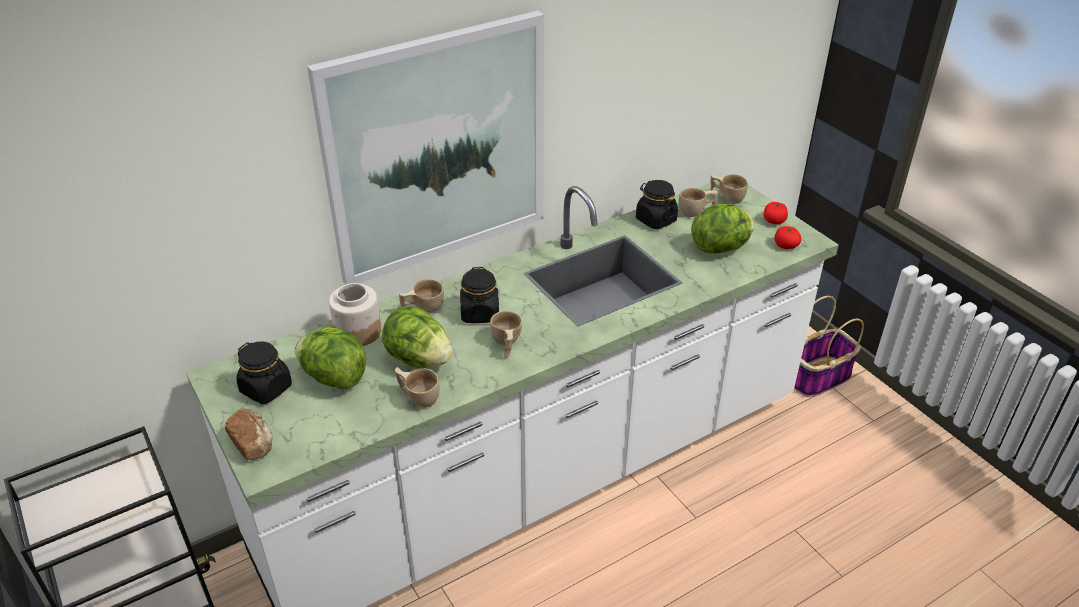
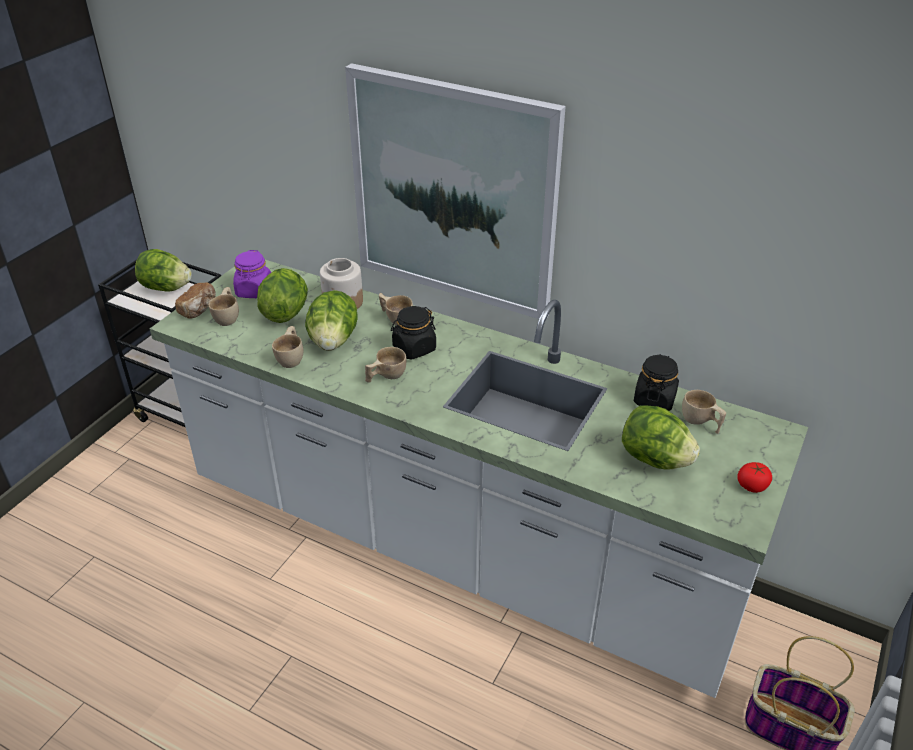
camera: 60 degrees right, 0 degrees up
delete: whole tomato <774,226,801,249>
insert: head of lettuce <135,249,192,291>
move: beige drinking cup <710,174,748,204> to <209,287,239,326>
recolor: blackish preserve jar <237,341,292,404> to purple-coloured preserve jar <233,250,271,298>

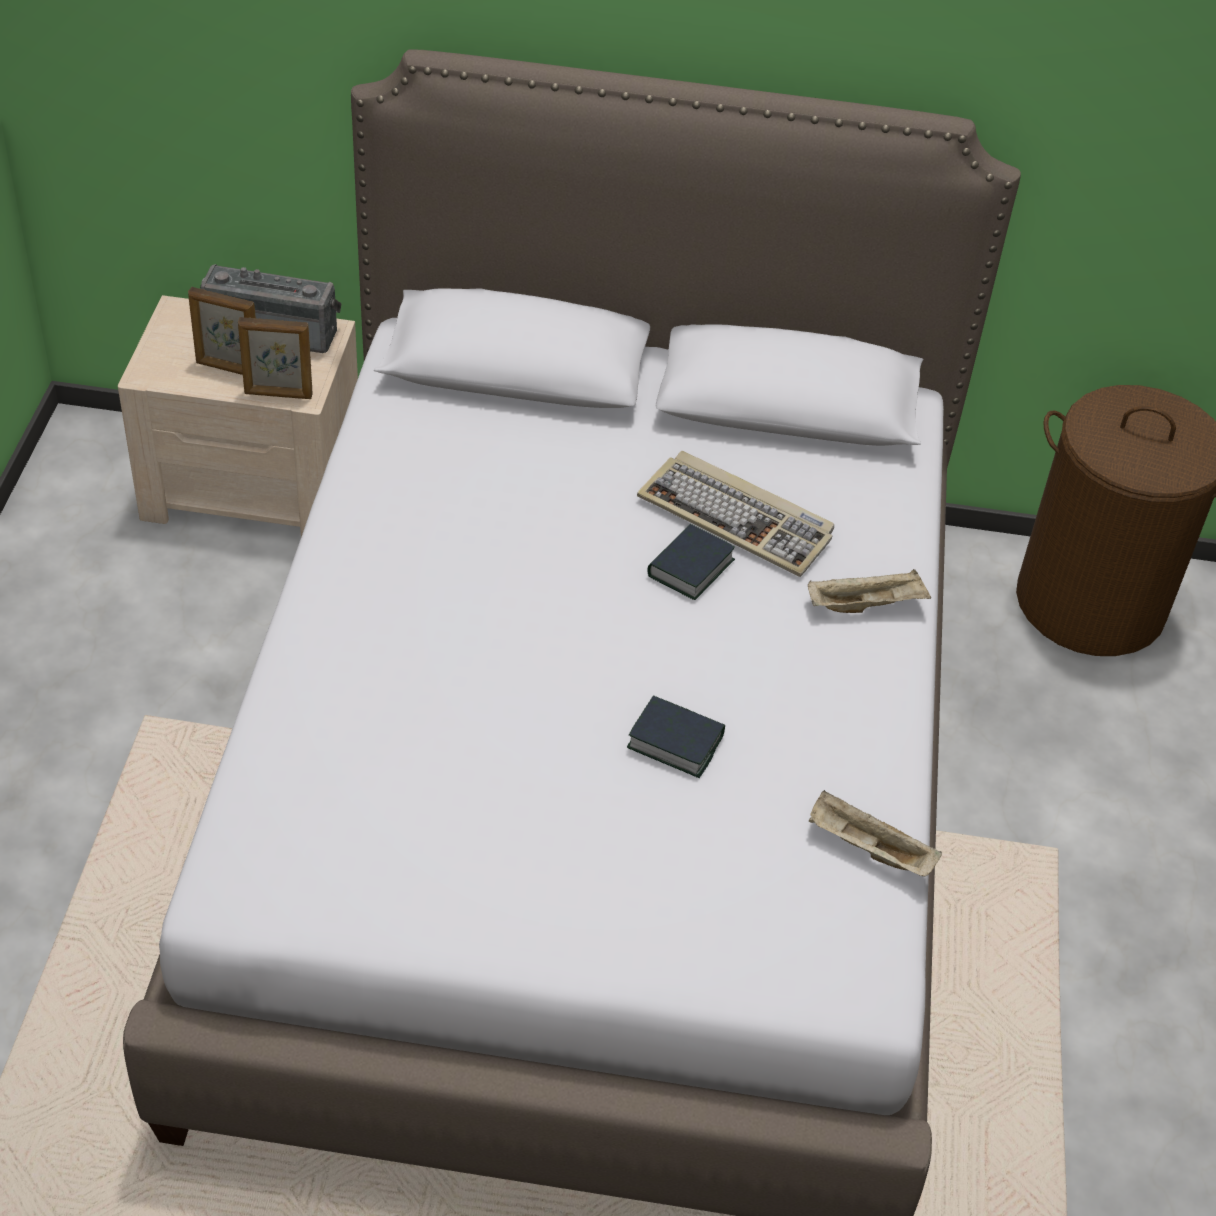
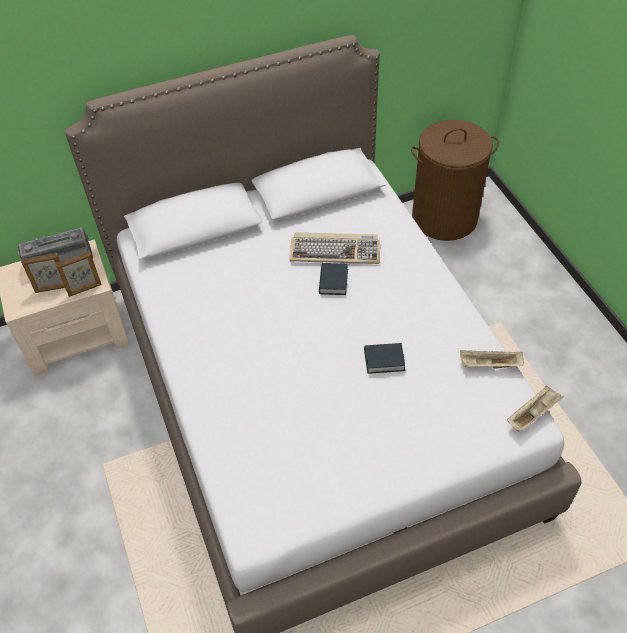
camera: 25 degrees left, 5 degrees up
move: beige carrying tray <808,569,931,613> to <507,386,564,432>

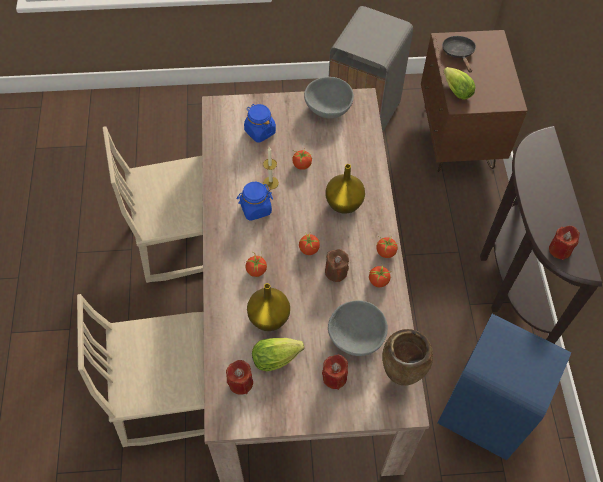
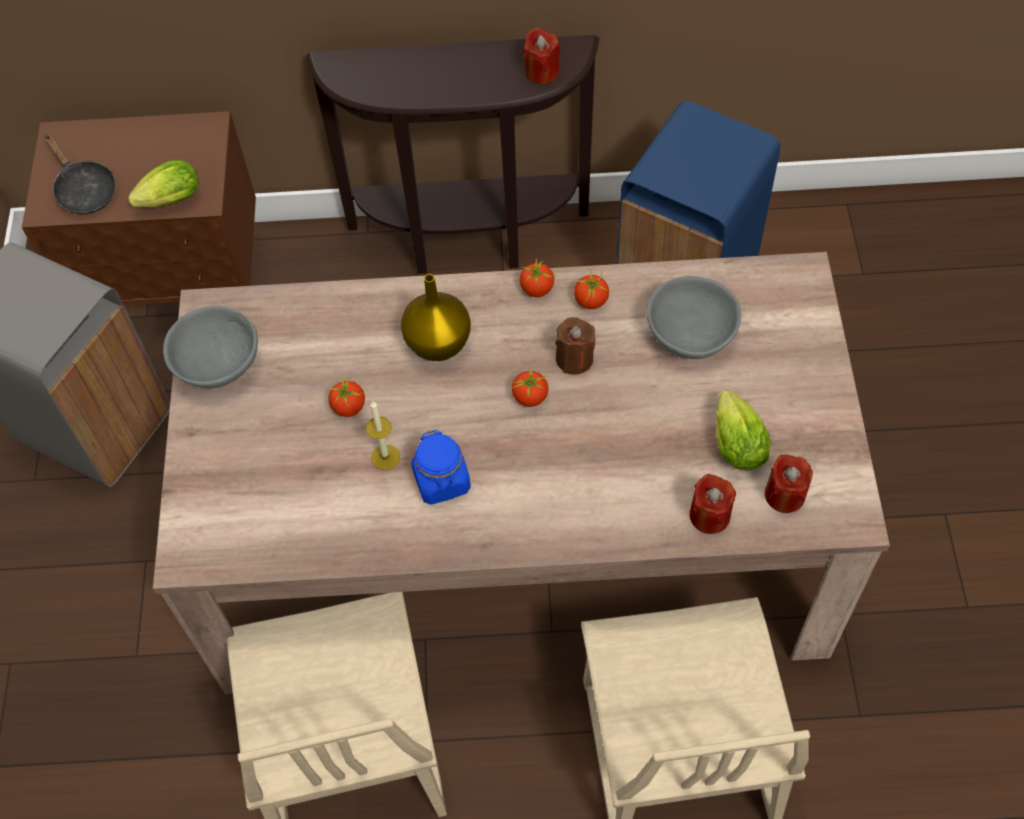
camera: 85 degrees left, 0 degrees up
delete: blue-coloured preserve jar <244,104,276,142>; whole tomato <245,252,267,277>; yellowish flower vase <247,283,290,331>; brownish flower vase <382,329,433,386>
move: reddish wax light <322,355,348,390> to <690,474,736,534>
rotate: blackish frying pan <442,36,476,73> = <44,134,116,214> 120 degrees counterclockwise

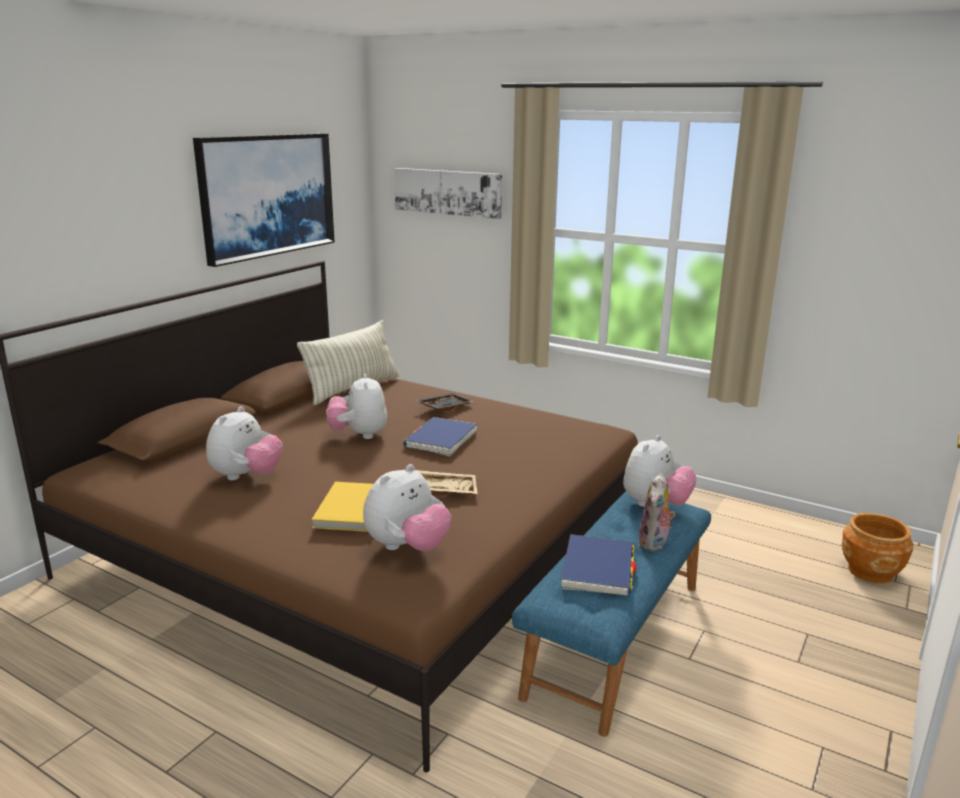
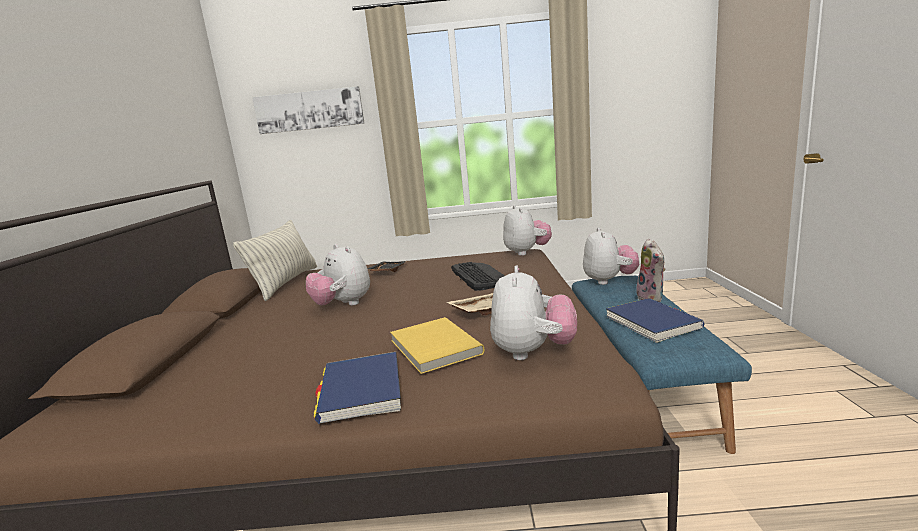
camera: 30 degrees left, 5 degrees down
delete: wall picture <193,133,334,267>; brownish plant pot <841,513,913,584>
insert: keyboard <451,262,505,291>
move: cuddly toy <206,406,283,480> to <503,205,552,256>; blue-coloured volume <403,417,478,456> to <314,352,401,424>

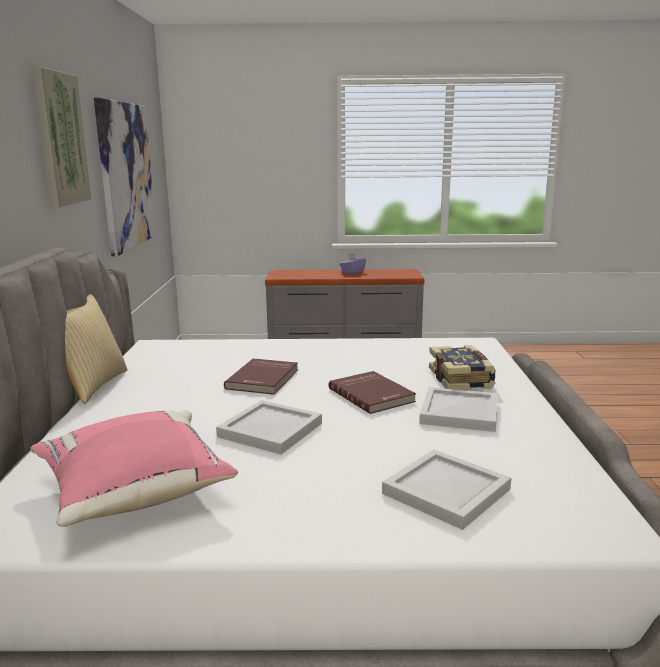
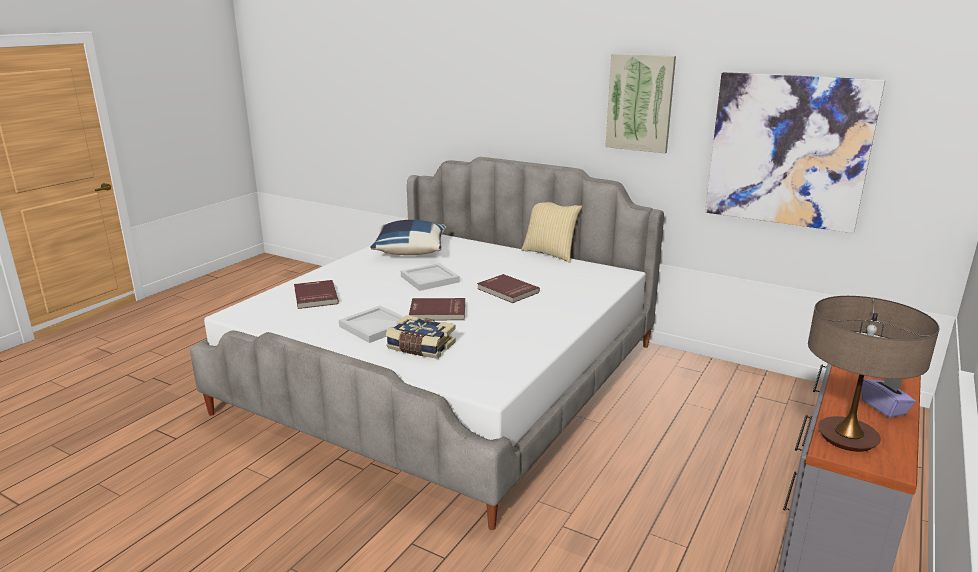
camera: 120 degrees right, 5 degrees up
insert: table lamp <808,296,939,452>
replace: whitish carrying tray <382,449,511,530> to reddish volume <294,280,339,309>
recolor: pinkish throw pillow <30,410,238,527> to blue-coloured throw pillow <370,220,446,255>

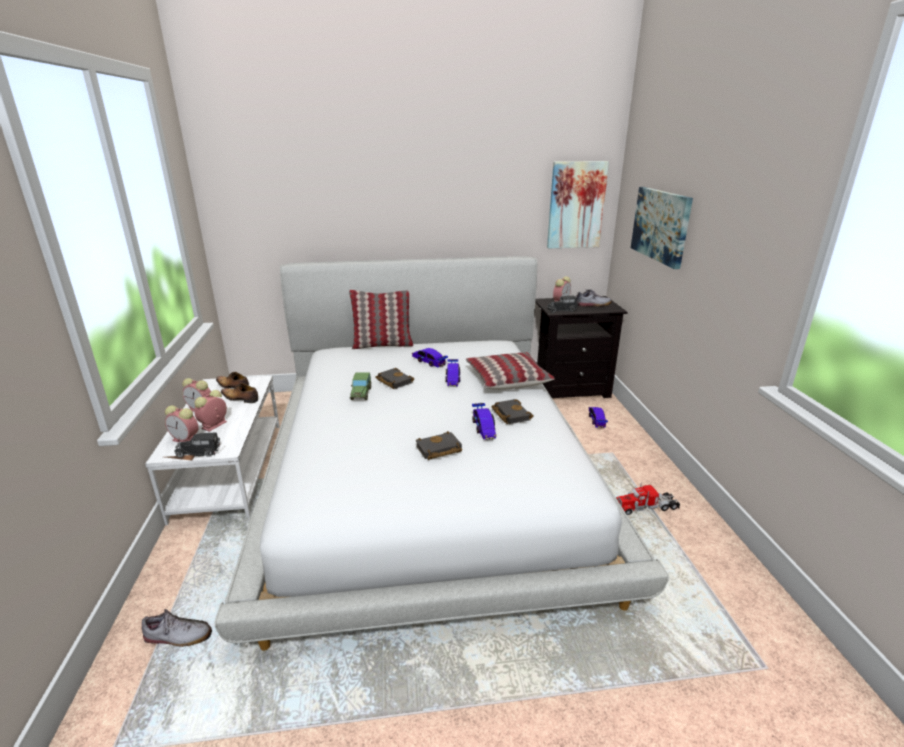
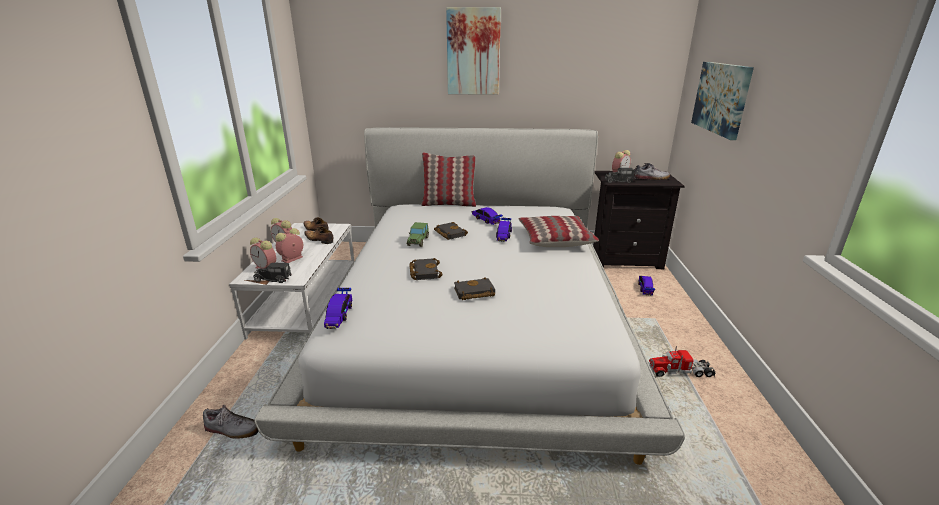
camera: 10 degrees right, 0 degrees up
move: miniature car <472,403,497,440> to <324,287,352,329>; blackish volume <491,399,534,424> to <409,258,443,280>; wall picture <547,161,609,248> to <446,7,501,95>

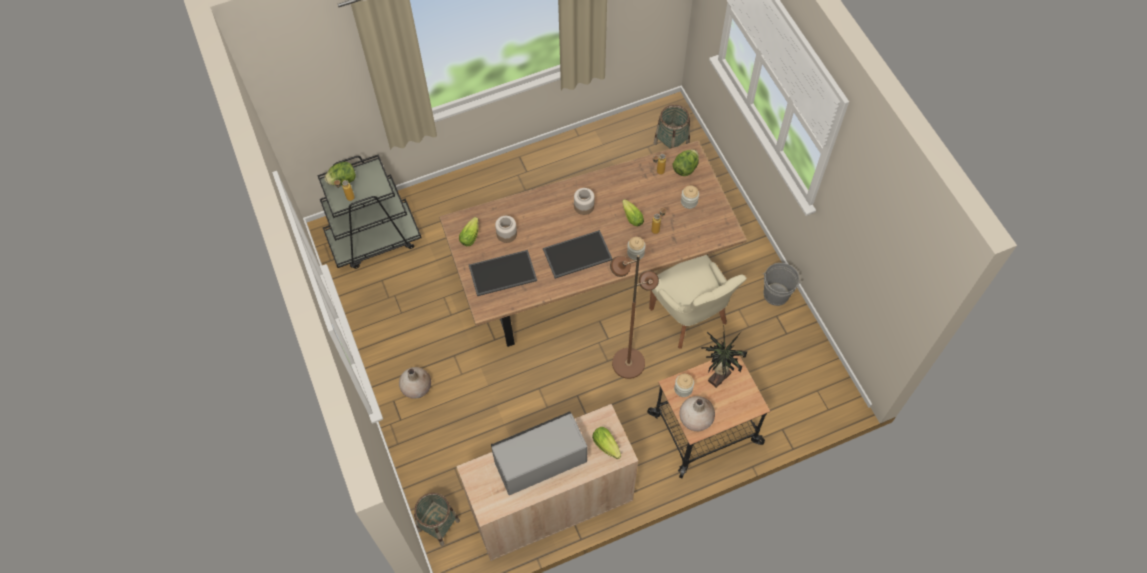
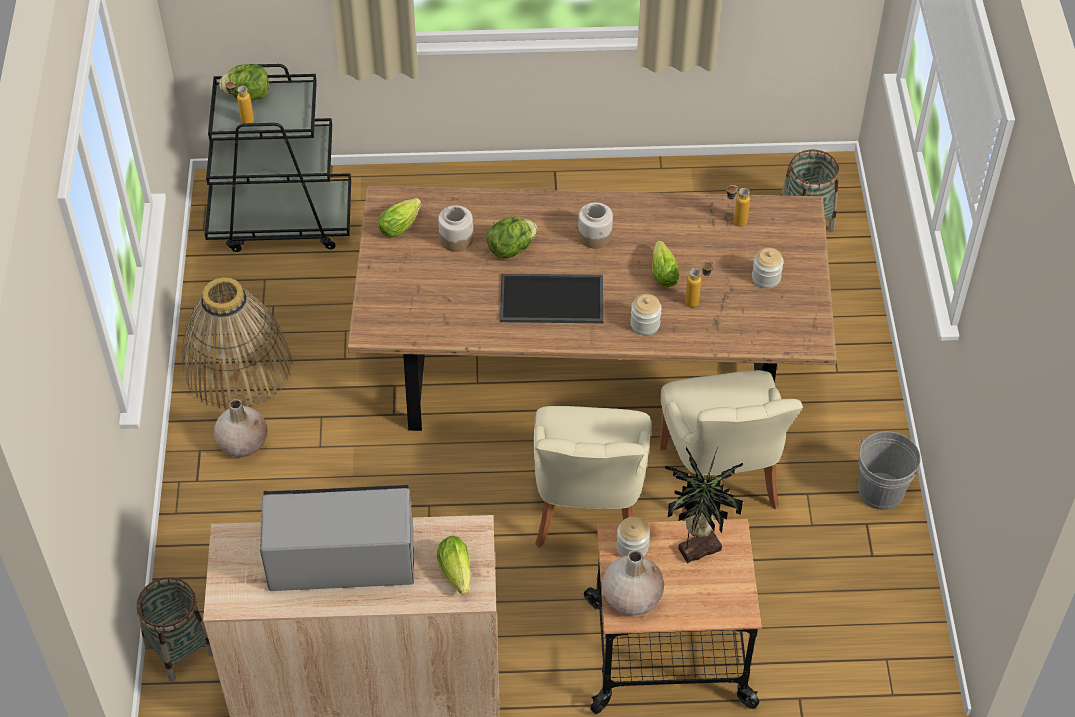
camera: 20 degrees right, 10 degrees down
delete: carrying tray <469,250,537,296>
insert: basket <182,277,292,410>
move: head of lettuce <673,150,699,176> to <486,217,537,259>
replace: brownish standard lamp <610,255,659,379> to beige plain chair <534,406,651,548>

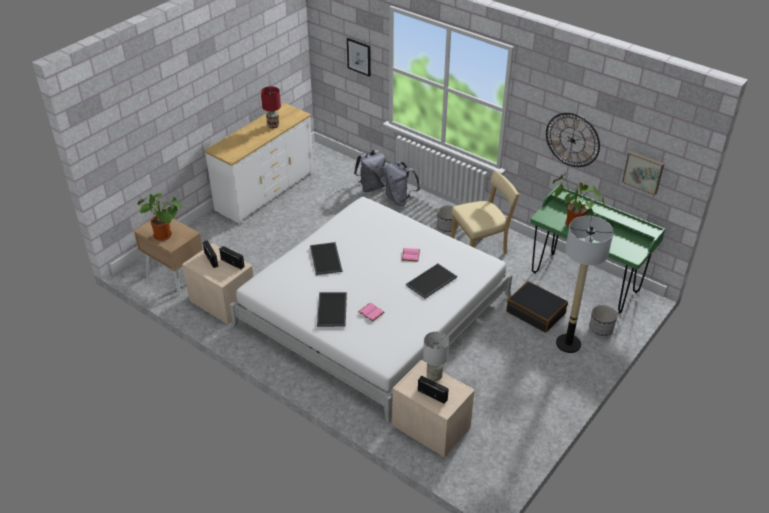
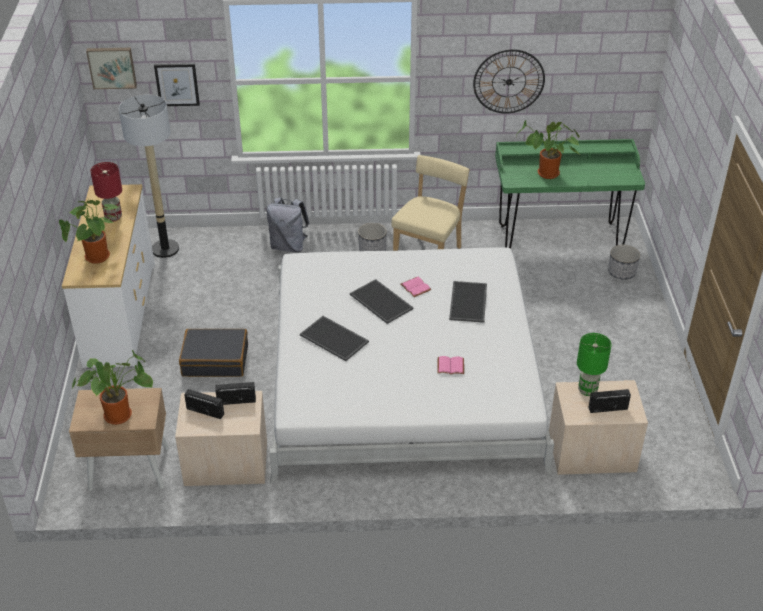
camera: 40 degrees left, 0 degrees up
delete: greyish backpack <354,150,386,192>
insert: plant in a pot <59,200,118,264>
move: carrying tray <317,292,347,327> to <350,279,414,324>; blackish travel case <506,281,568,333> to <179,329,248,377>; standard lamp <556,216,613,353> to <119,94,179,258>; wall picture <622,151,664,195> to <86,48,137,89>
recolor: greyish table lamp <423,331,449,382> to greenish table lamp <577,333,611,396>

